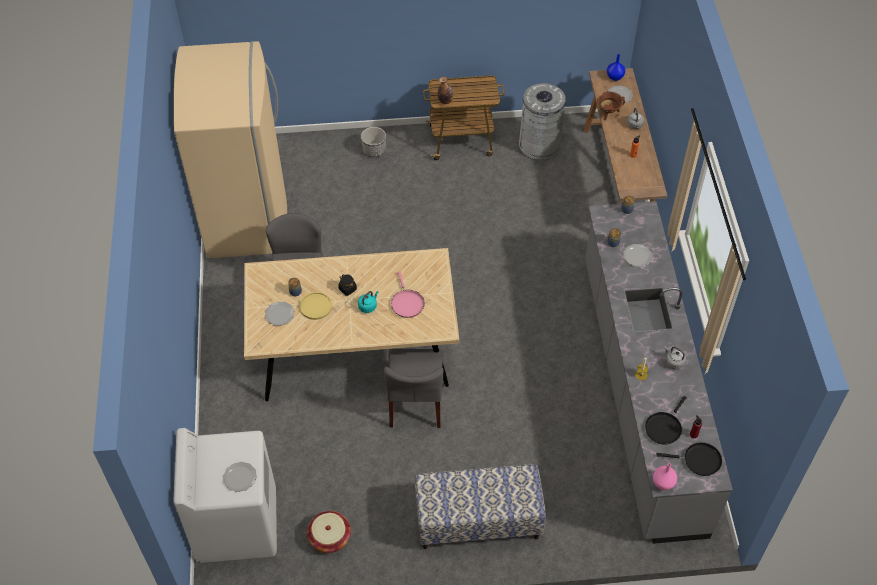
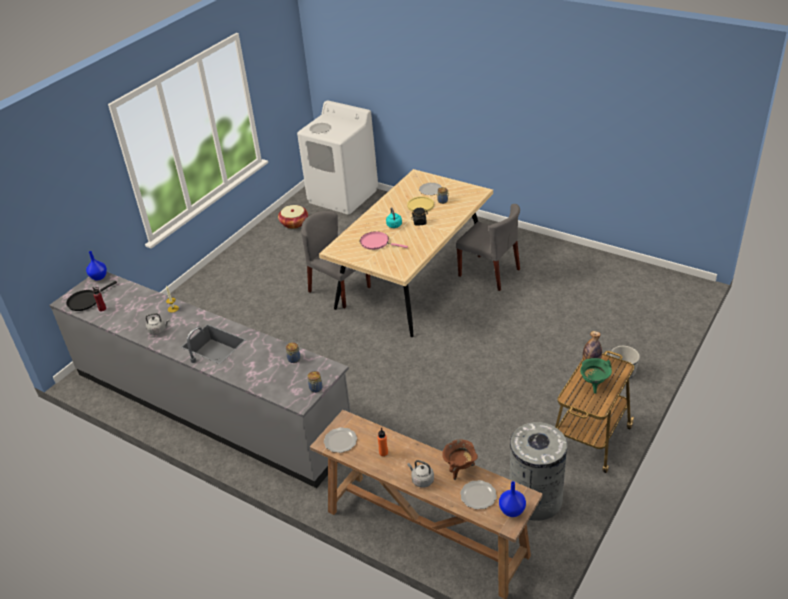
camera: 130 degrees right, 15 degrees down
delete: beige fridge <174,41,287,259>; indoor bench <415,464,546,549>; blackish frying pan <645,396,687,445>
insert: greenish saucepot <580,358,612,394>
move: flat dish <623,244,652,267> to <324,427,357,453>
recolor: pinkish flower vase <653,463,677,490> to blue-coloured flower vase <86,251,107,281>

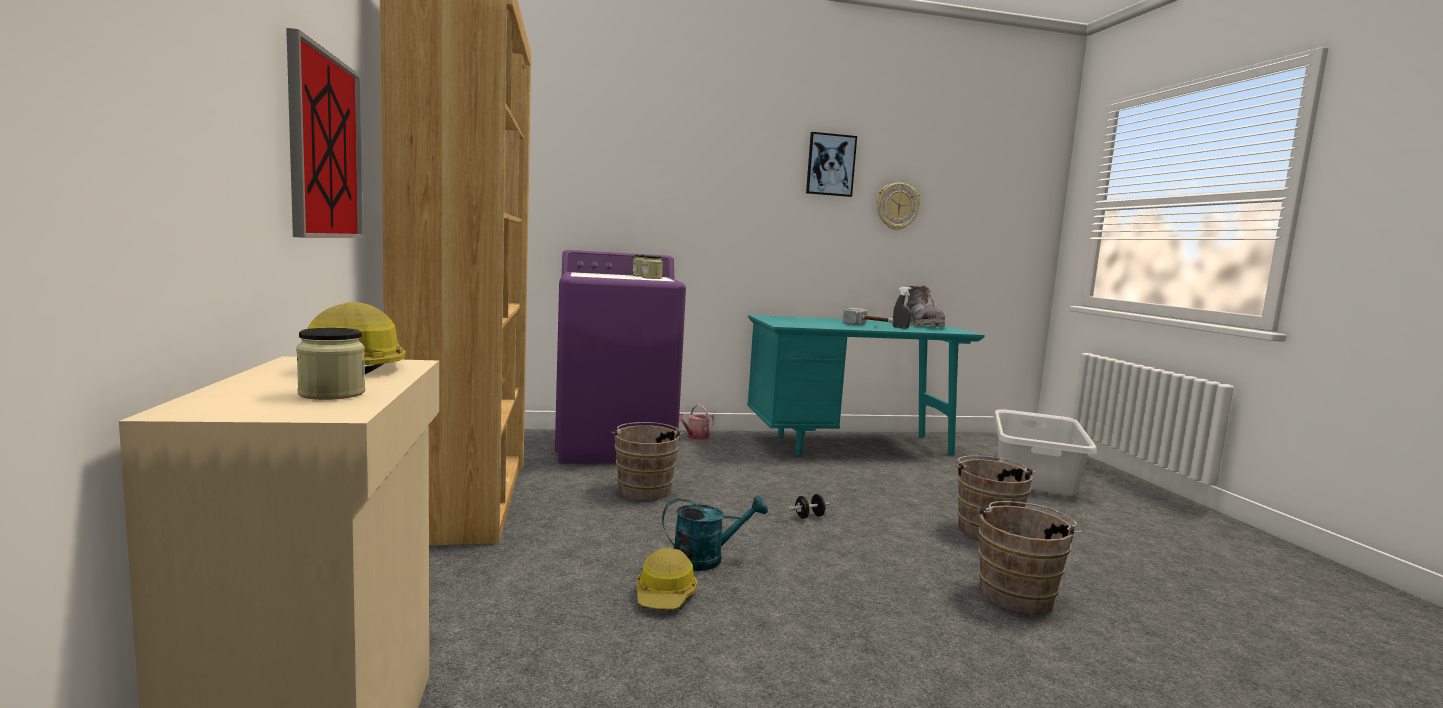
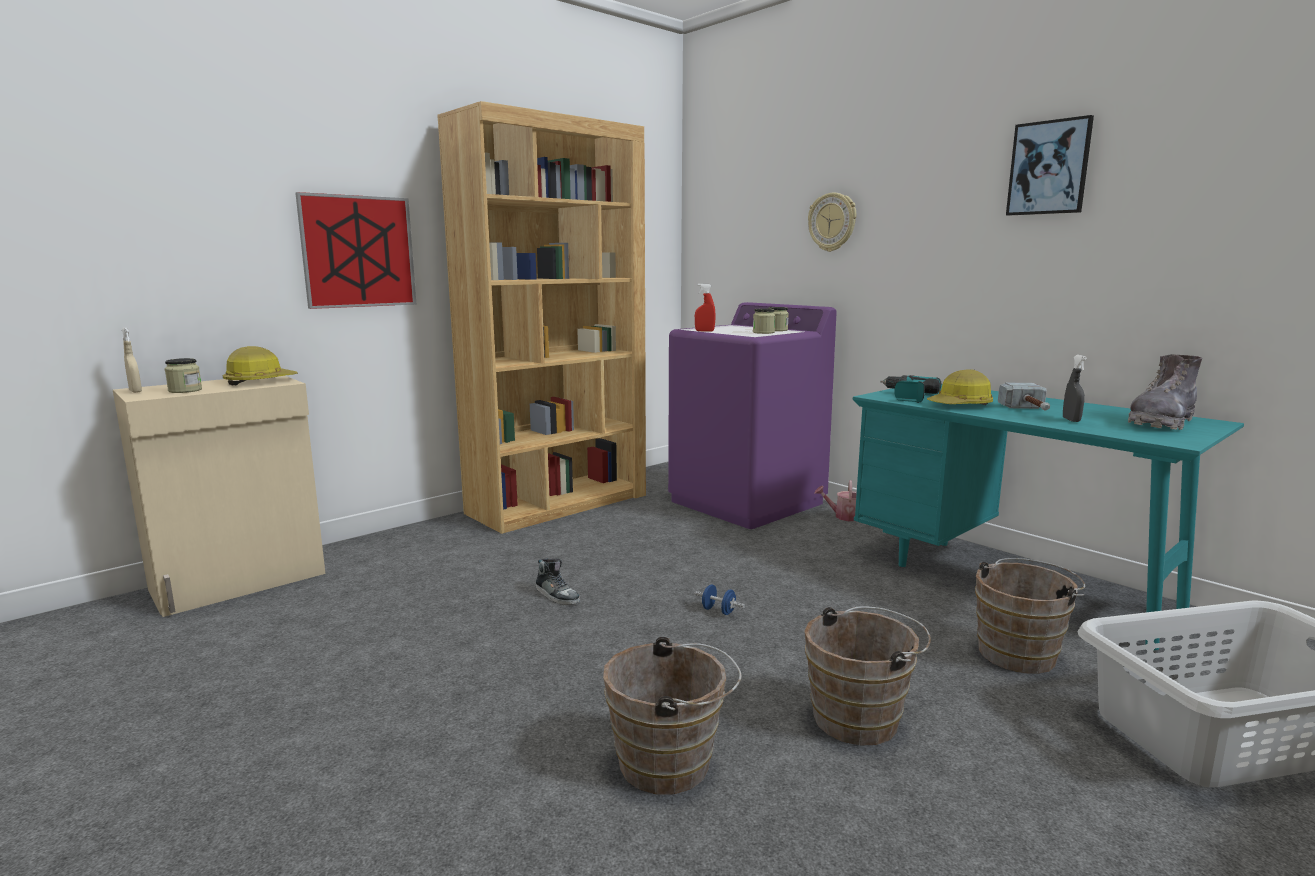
camera: 60 degrees right, 5 degrees up
insert: beige sprayer <122,327,142,393>; reddish sprayer <695,284,716,331>; power drill <880,375,941,403>
move: brownish bucket <611,422,684,501> to <975,558,1085,674>; work helmet <636,547,698,609> to <927,369,993,405>; wall clock <876,183,920,230> to <808,192,856,252>
replace: blue-green sprinkling can <662,495,768,571> to shoe <536,558,580,605>
recolor: blackish dumbbell <789,494,831,519> to blue-coloured dumbbell <695,585,745,615>

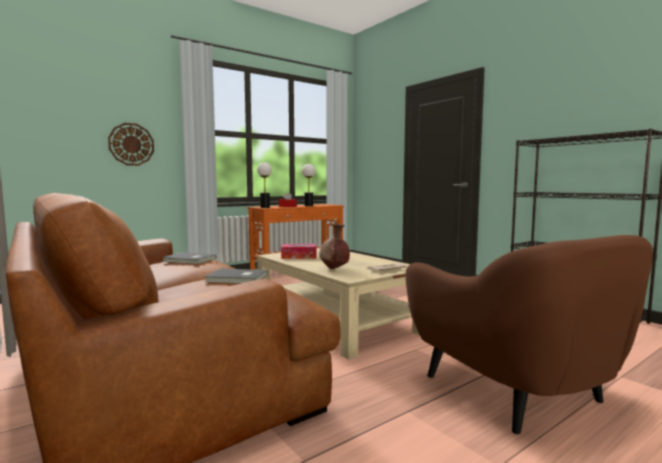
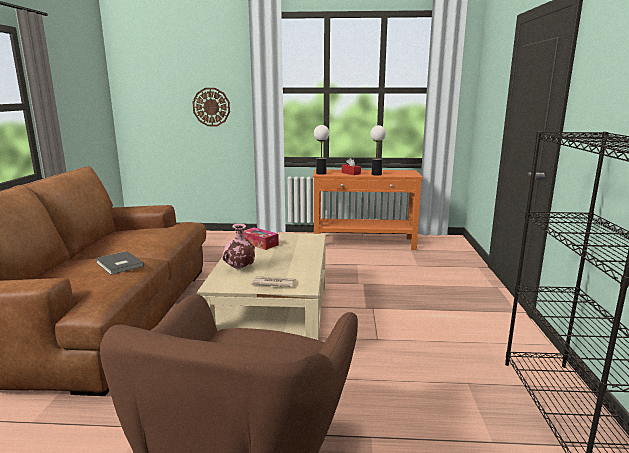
camera: 40 degrees right, 10 degrees up
delete: greyish volume <162,252,216,264>
recolor: brownish flower vase <319,223,350,269> to pinkish flower vase <222,224,255,269>

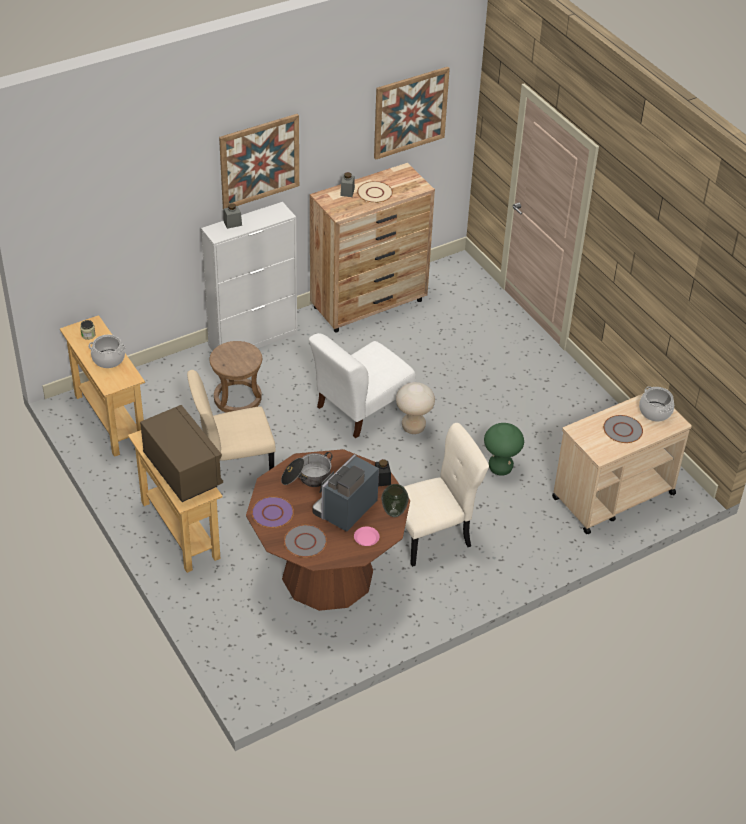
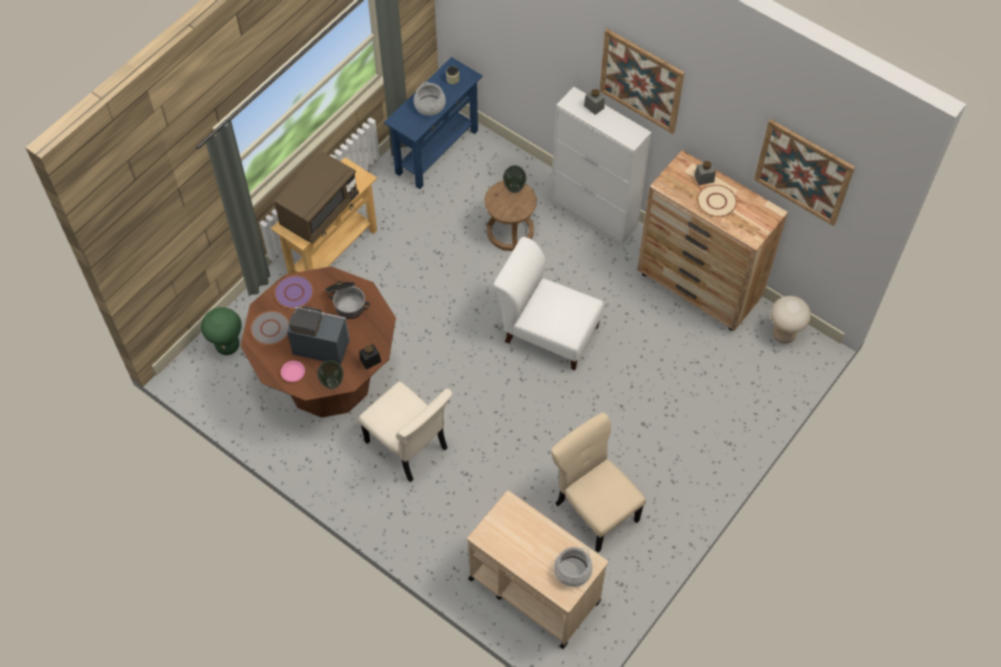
camera: 70 degrees right, 15 degrees up
delete: greyish flat dish <603,415,643,443>
insert: flower vase <503,165,527,193>
move: beige plain chair <187,370,275,470> to <551,413,646,553>; beige stool seat <396,382,435,434> to <771,296,811,344>; greenish stool seat <484,423,524,476> to <201,307,242,355>
recolor: beige console table <60,315,145,457> to blue-coloured console table <384,57,483,189>

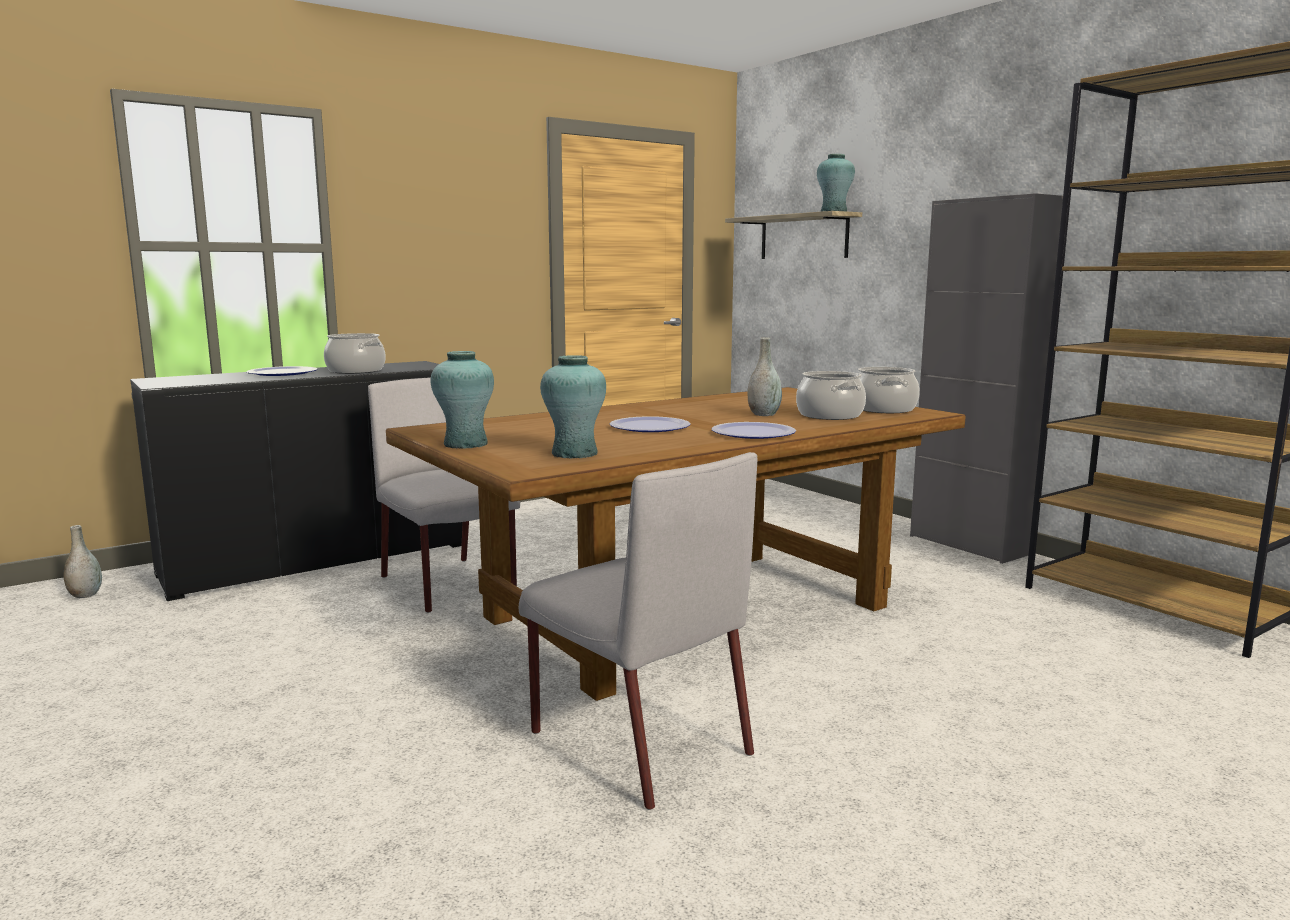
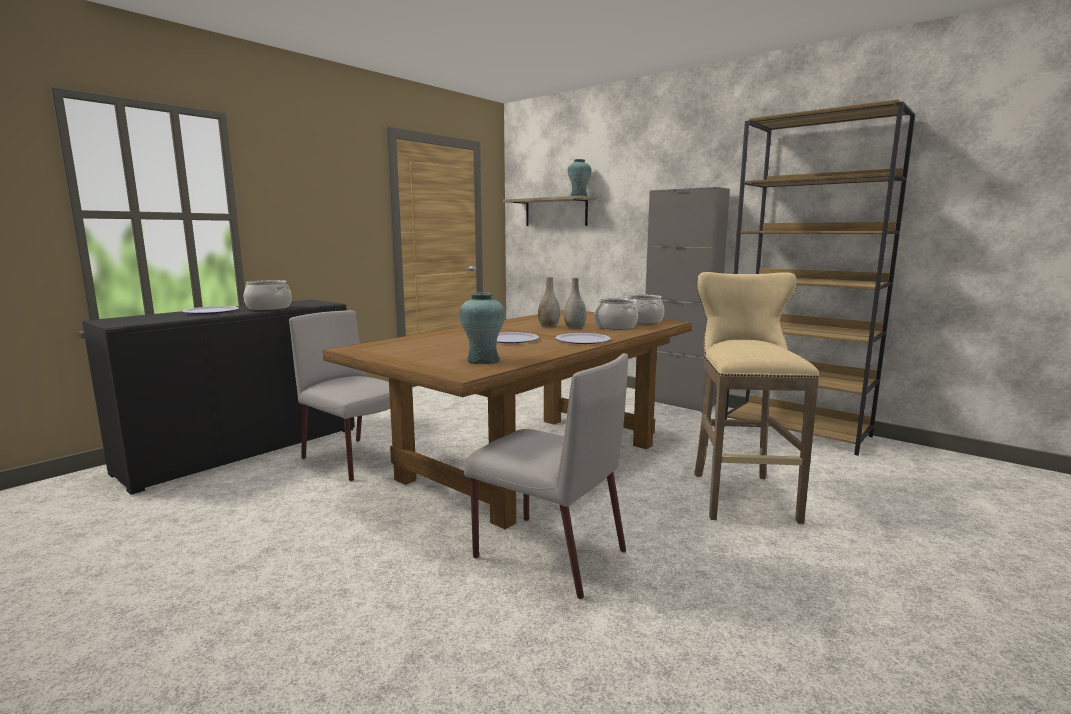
camera: 15 degrees left, 0 degrees up
delete: blue-green flower vase <430,351,494,449>
insert: beige stool seat <694,272,819,524>
move: greyish flower vase <64,525,102,598> to <538,277,560,328>

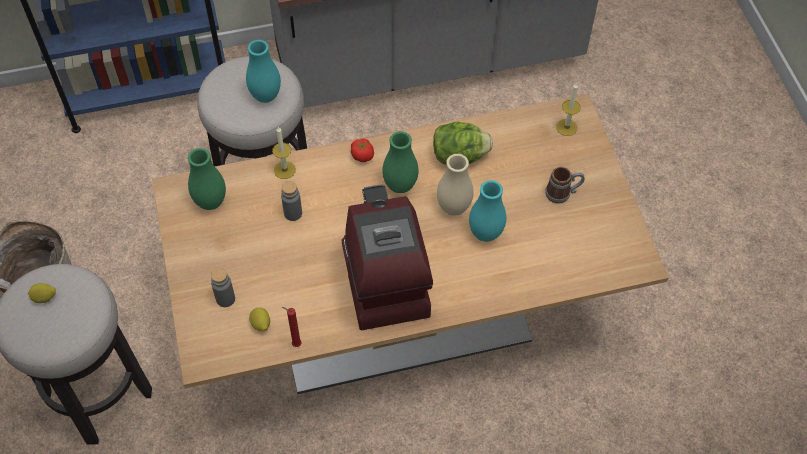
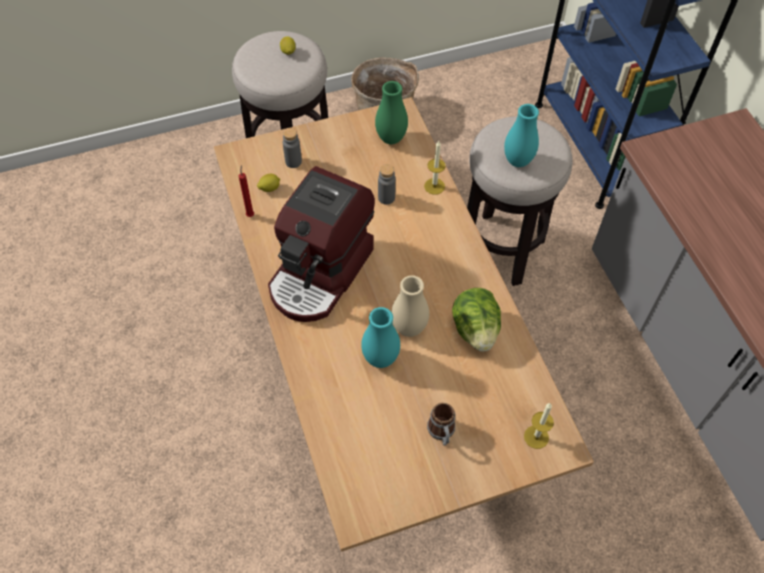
camera: 85 degrees right, 0 degrees up
delete: whole tomato <351,138,374,162>; greenish flower vase <382,131,419,193>
rotate: coffee machine <342,184,433,331> = <268,166,375,322> 135 degrees clockwise

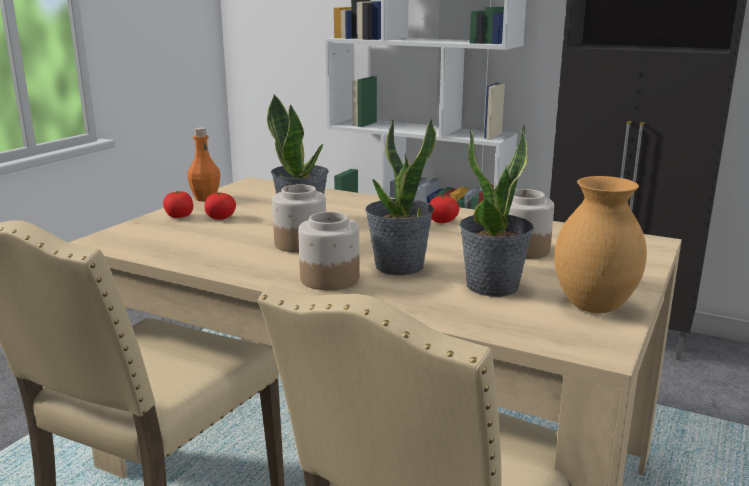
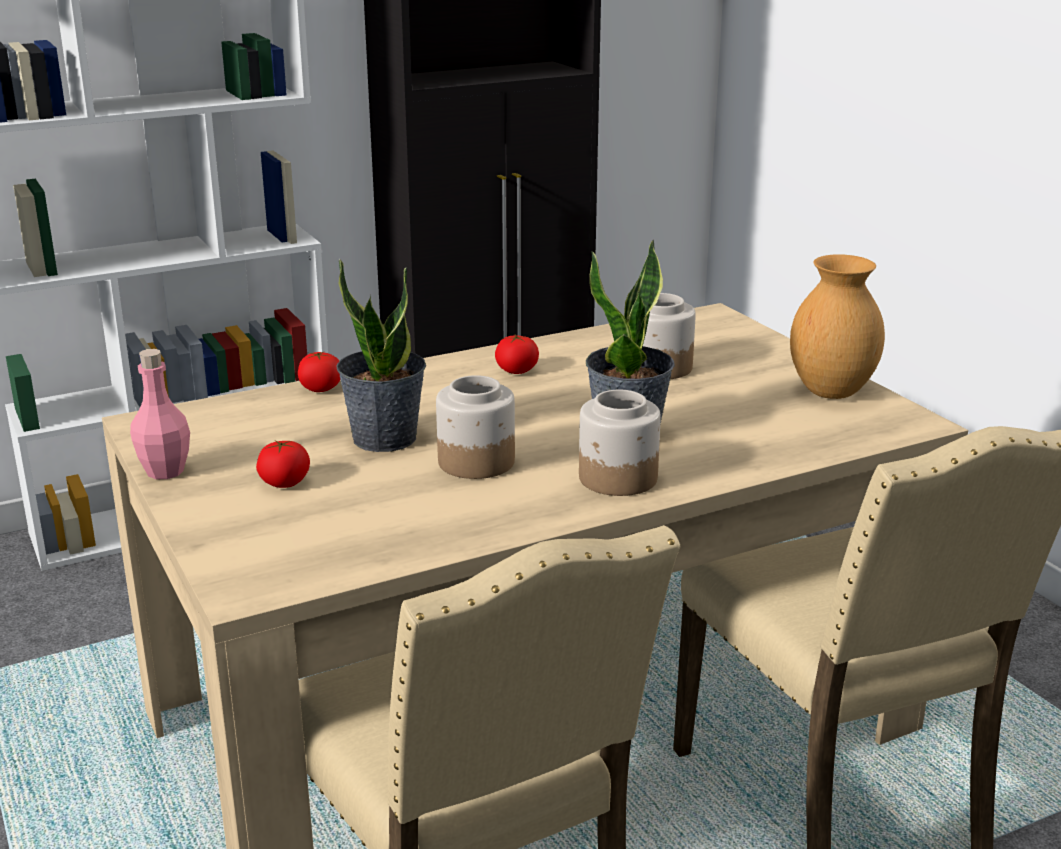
camera: 55 degrees left, 5 degrees up
delete: plant in a pot <459,125,534,297>
move: whole tomato <163,191,193,218> to <298,352,340,392>
recolor: orangey drink bottle <187,127,220,202> to pinkish drink bottle <130,349,190,479>

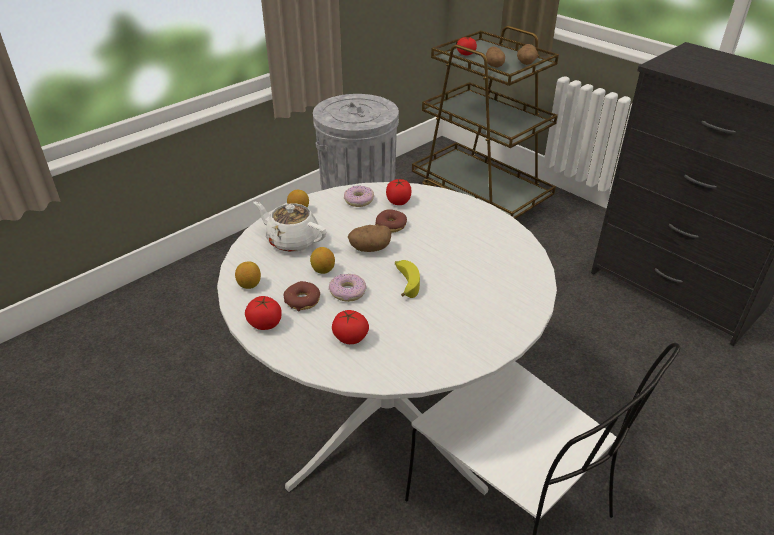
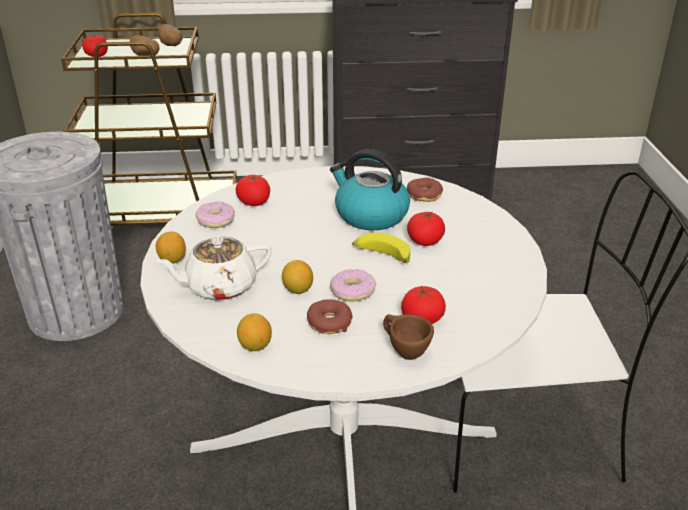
camera: 50 degrees left, 5 degrees down
delete: spud <348,225,391,252>
insert: tea kettle <330,149,410,230>; brownish drinking cup <383,314,434,360>
move: whole tomato <245,296,282,330> to <407,212,445,246>; doughnut <375,209,407,233> to <407,177,443,202>

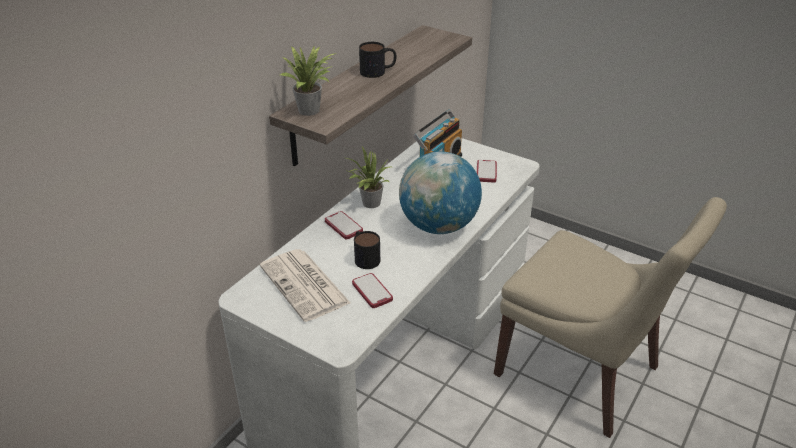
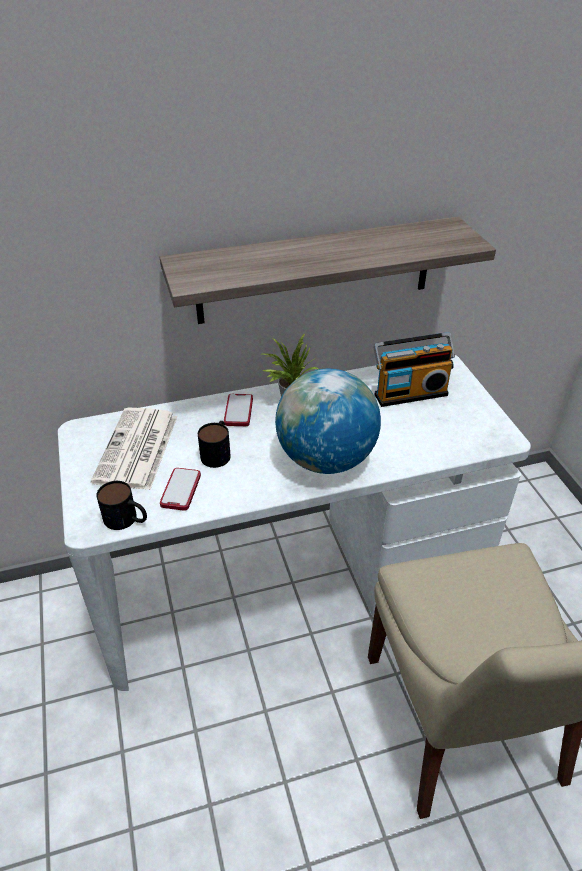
camera: 40 degrees right, 5 degrees up
delete: plant in a pot <280,45,336,116>; phone <477,160,497,182>
move: coffee mug <359,42,397,78> to <96,481,147,530>

